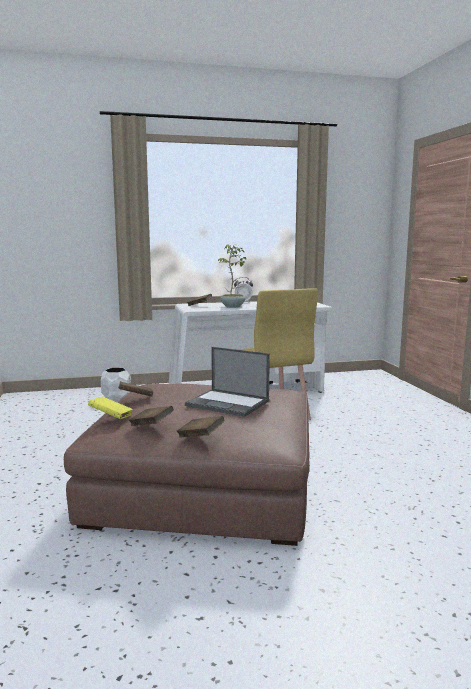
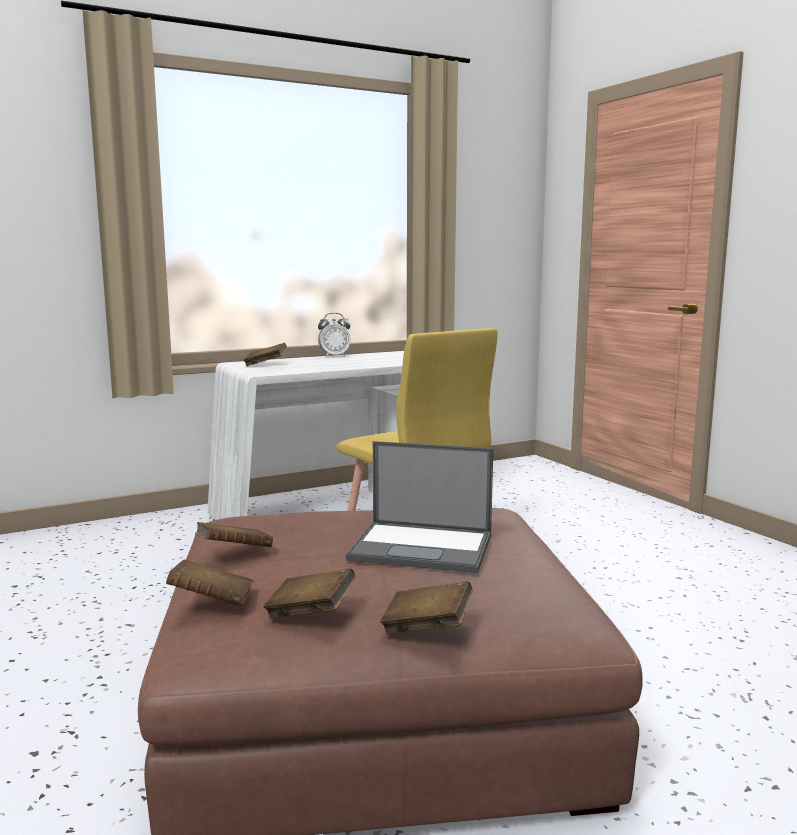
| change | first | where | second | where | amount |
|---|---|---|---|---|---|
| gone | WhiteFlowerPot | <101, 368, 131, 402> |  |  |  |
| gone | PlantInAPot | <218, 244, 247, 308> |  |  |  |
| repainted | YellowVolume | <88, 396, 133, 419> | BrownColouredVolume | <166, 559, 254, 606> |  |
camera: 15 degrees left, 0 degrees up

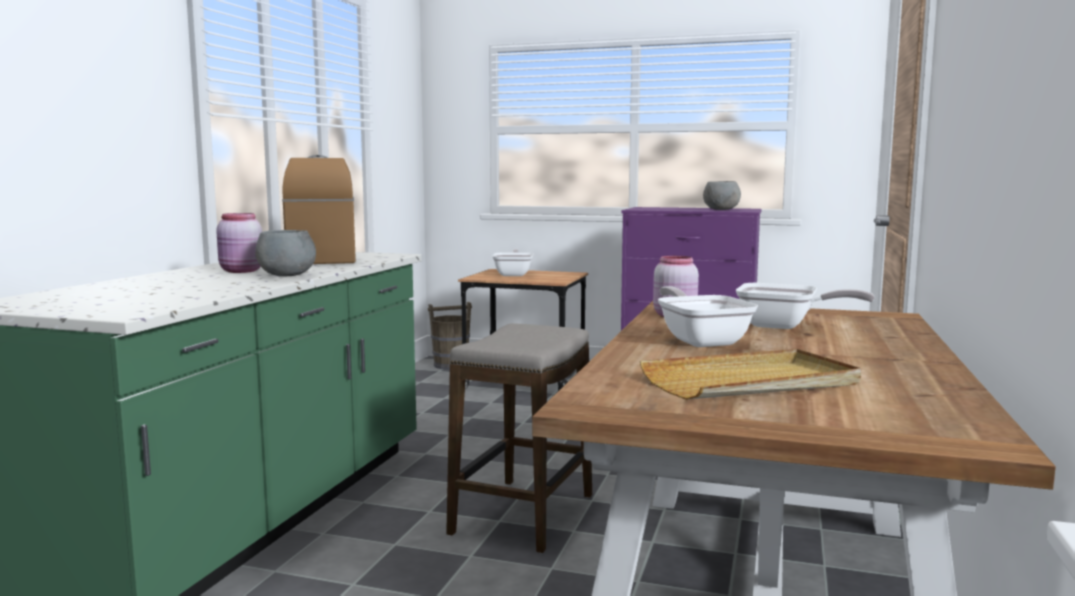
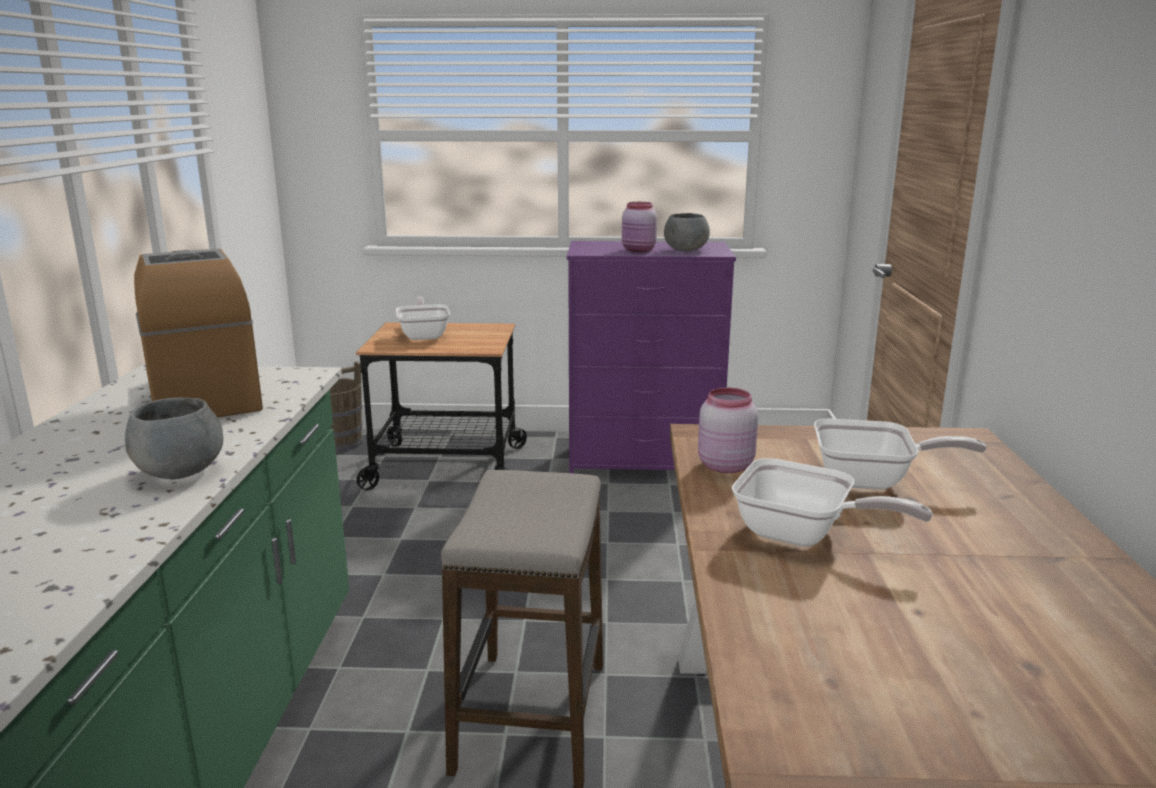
| change | first | where | second | where | amount |
|---|---|---|---|---|---|
| gone | BeigeColouredCarryingTray | <640, 349, 861, 400> |  |  |  |
| shifted | PinkColouredStorageJar | <216, 213, 262, 273> |  | <622, 202, 657, 252> |  |
| rotated | FryingPan | <658, 286, 758, 347> |  | <732, 458, 933, 547> | 150 degrees clockwise |
camera: 15 degrees left, 10 degrees up

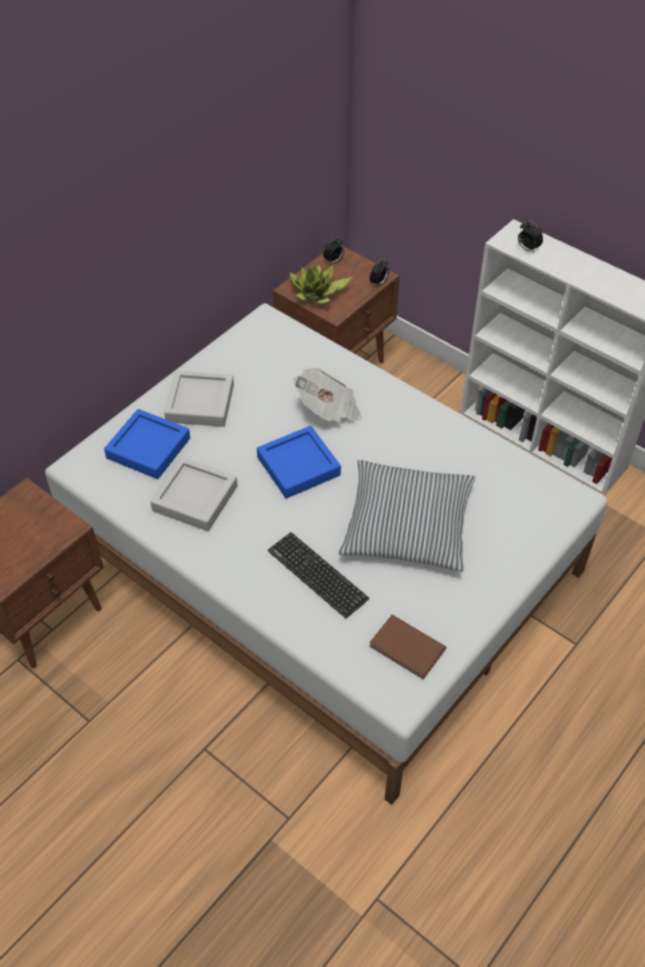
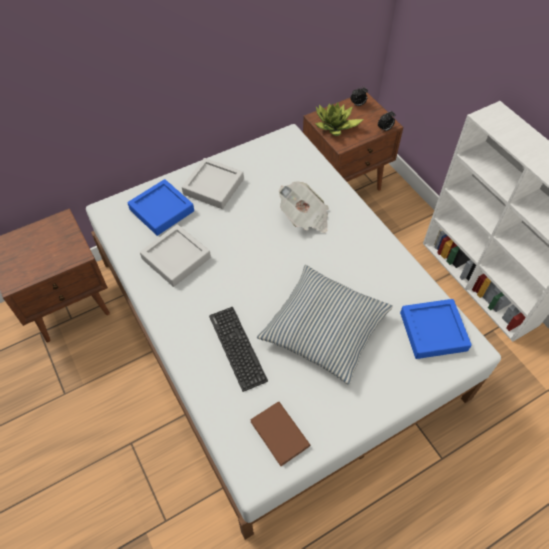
| change | first | where | second | where | amount |
|---|---|---|---|---|---|
| gone | BedsideClock | <518, 221, 543, 252> |  |  |  |
| shifted | BlueColouredCarryingTray | <257, 426, 341, 498> |  | <400, 299, 472, 359> |  |
camera: 20 degrees right, 5 degrees up

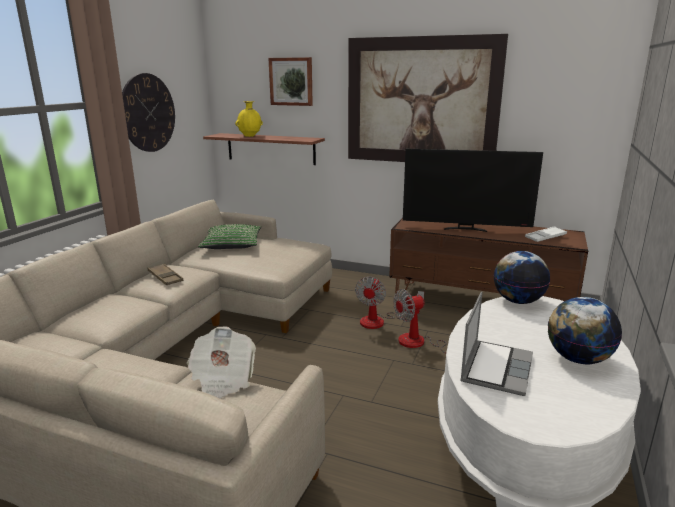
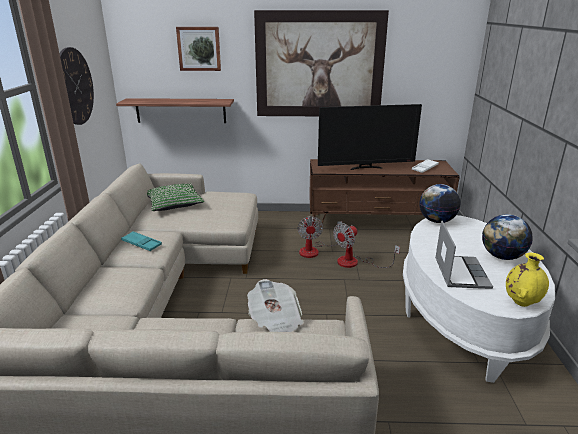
| change | first | where | second | where | amount |
|---|---|---|---|---|---|
| shifted | YellowVase | <235, 101, 263, 137> |  | <506, 253, 549, 307> |  |
| repainted | BrownColouredCarryingTray | <147, 264, 183, 285> | BlueGreenCarryingTray | <121, 231, 162, 251> |  |
camera: 20 degrees left, 5 degrees up

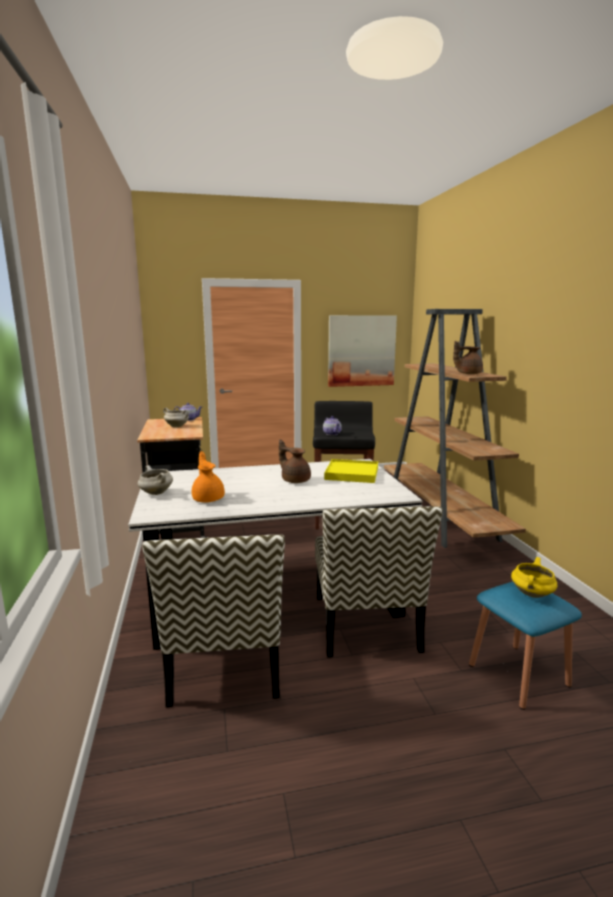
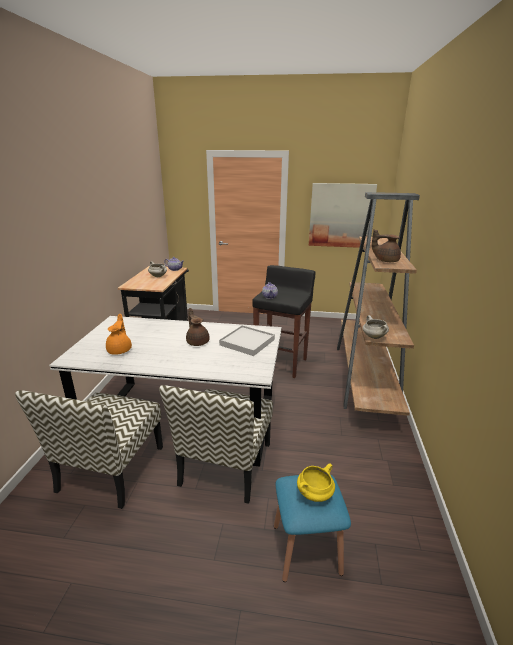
| change | first | where | second | where | amount |
|---|---|---|---|---|---|
| shifted | WhiteSaucepot | <137, 465, 173, 495> |  | <362, 315, 389, 339> |  |
| repainted | YellowCarryingTray | <324, 459, 378, 483> | WhiteCarryingTray | <219, 325, 275, 356> |  |
camera: 20 degrees right, 10 degrees up

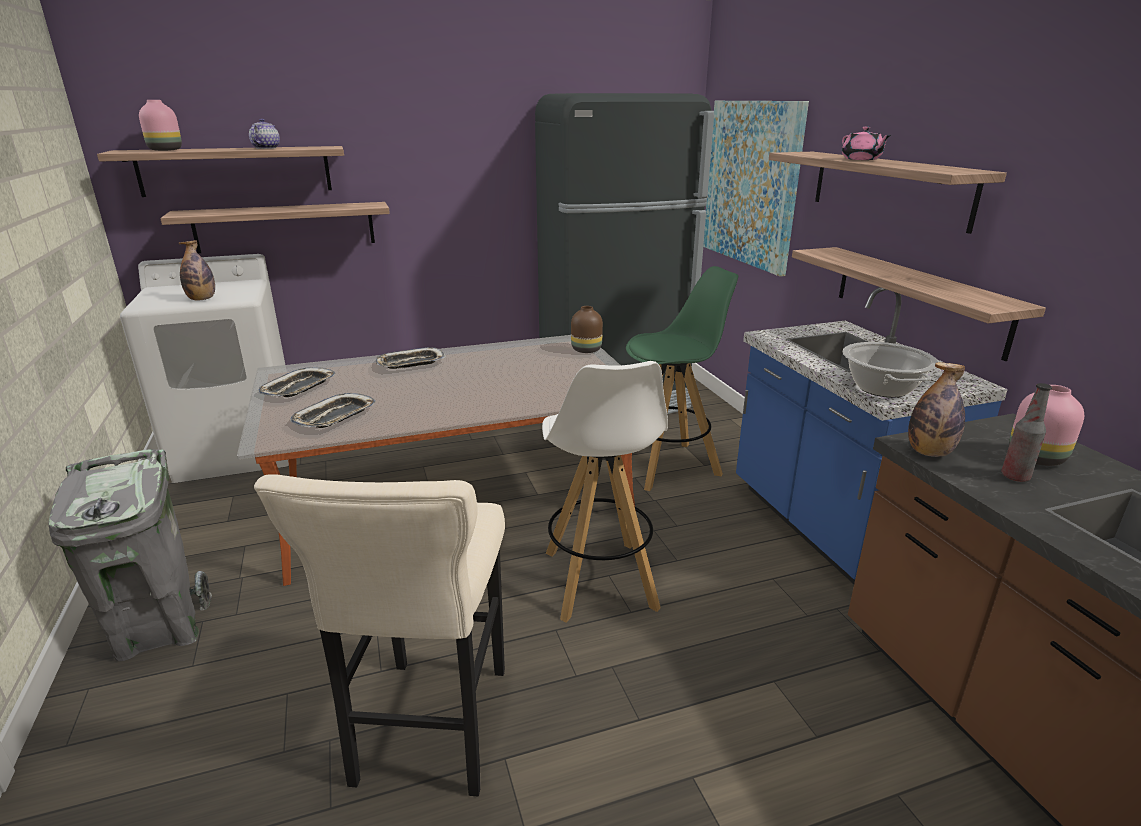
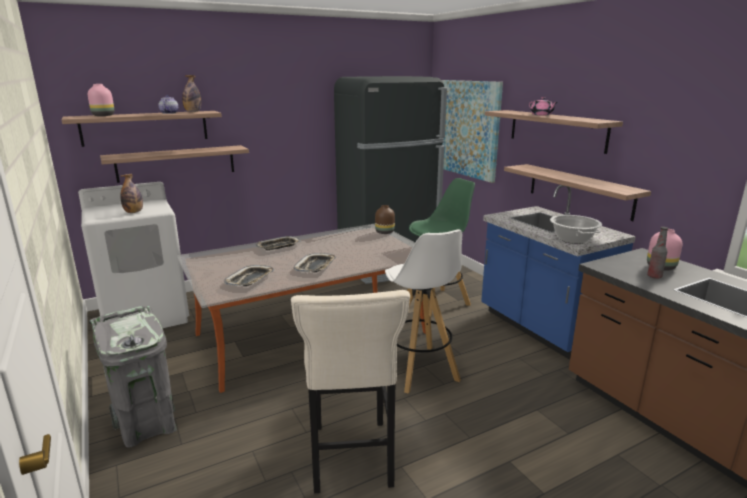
| change | first | where | second | where | amount |
|---|---|---|---|---|---|
| shifted | CarryingTray | <258, 367, 336, 397> |  | <294, 253, 336, 272> |  |
| shifted | Bottle | <908, 362, 965, 457> |  | <182, 75, 202, 112> |  |
camera: 10 degrees left, 5 degrees down

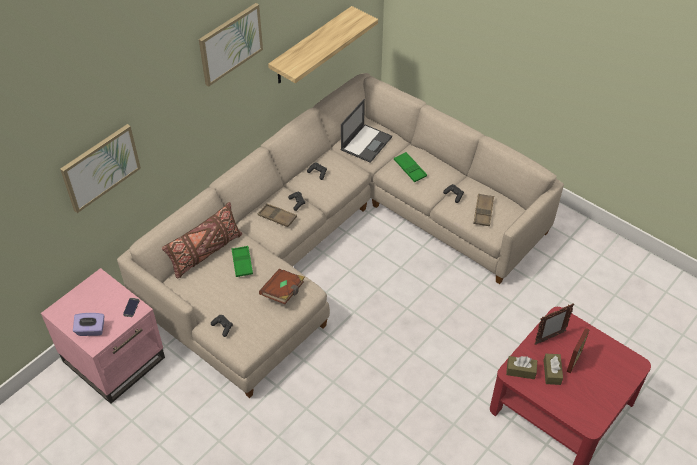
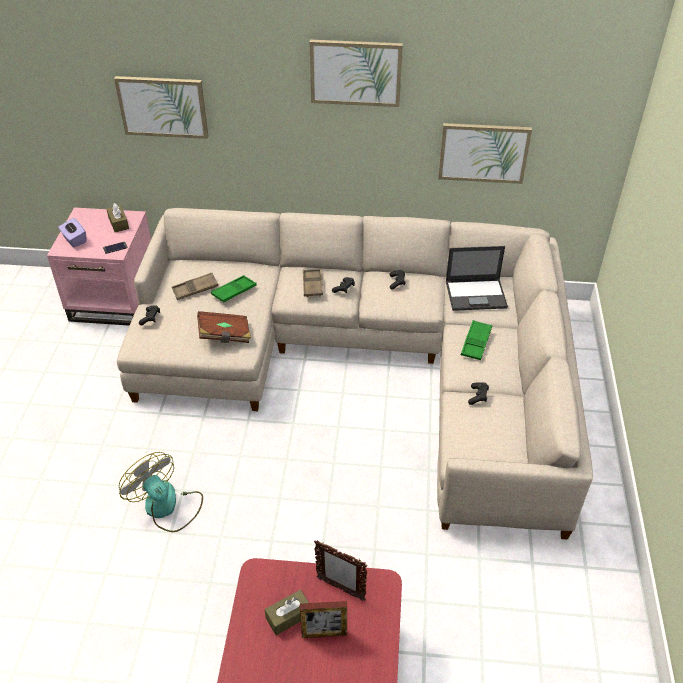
| change | first | where | second | where | amount |
|---|---|---|---|---|---|
| gone | BrownColouredPillow | <162, 202, 242, 279> |  |  |  |
| new |  |  | ElectricFan | <119, 452, 203, 532> |  |
| shifted | BrownColouredCarryingTray | <473, 194, 494, 226> |  | <172, 273, 218, 300> |  |
| shifted | BrownColouredBoxOfTissues | <506, 356, 537, 379> |  | <107, 203, 129, 232> |  |
| swapped | Shelf | <268, 6, 378, 83> | WallPicture | <438, 123, 532, 184> |  |
camera: 55 degrees right, 5 degrees down

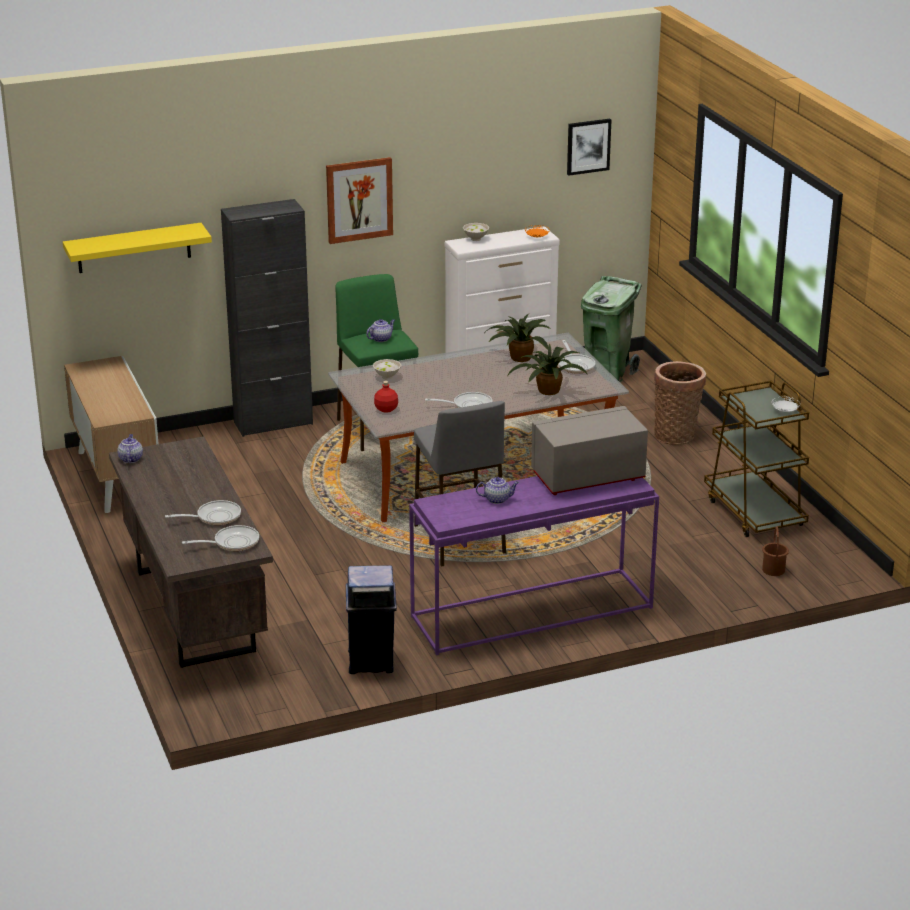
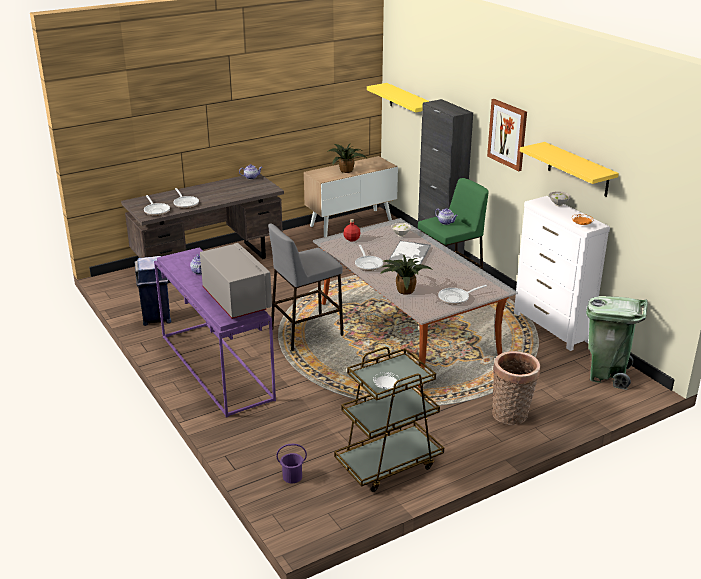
| change | first | where | second | where | amount |
|---|---|---|---|---|---|
| gone | WallPicture | <567, 119, 611, 176> |  |  |  |
| new |  |  | CarryingTray | <387, 241, 431, 267> |  |
| new |  |  | YellowShelf | <520, 142, 619, 197> |  |
| shifted | PlantInAPot | <485, 314, 550, 362> |  | <327, 143, 367, 173> |  |
| repainted | BrownColouredBucket | <762, 526, 789, 576> | PurpleBucket | <276, 444, 307, 483> |  |
camera: 80 degrees right, 0 degrees up

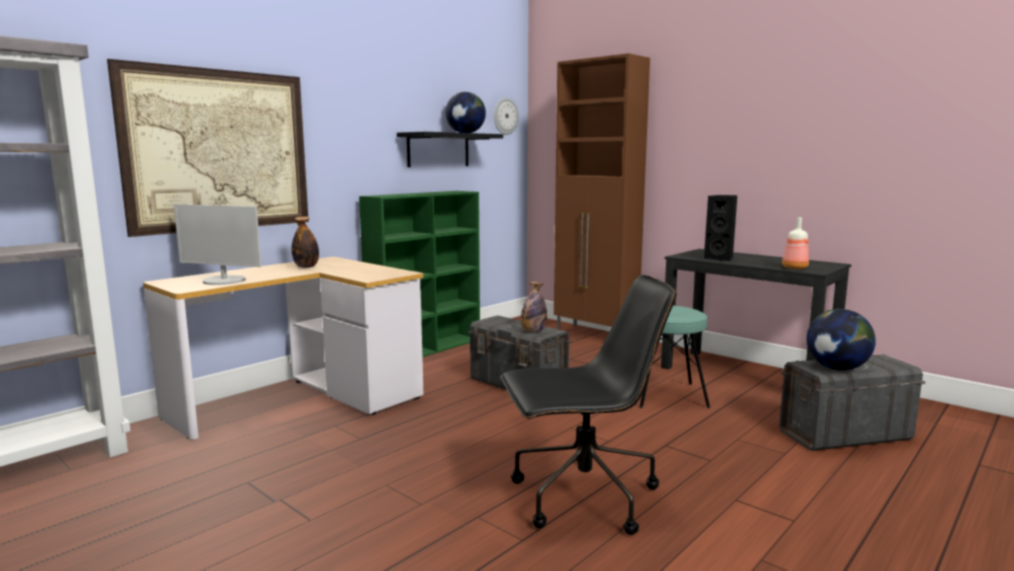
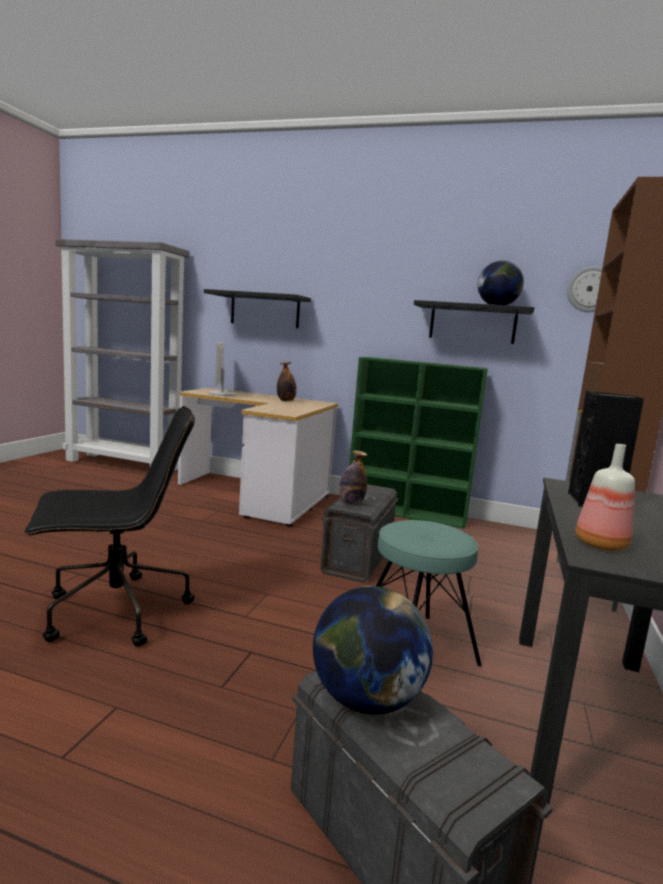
| change | first | where | second | where | amount |
|---|---|---|---|---|---|
| swapped | WallPicture | <107, 59, 309, 237> | BlackishShelf | <204, 289, 311, 328> |  |
| rotated | BlackishOfficeChair | <500, 275, 677, 535> |  | <24, 406, 195, 647> | 75 degrees counterclockwise |
camera: 65 degrees right, 0 degrees up

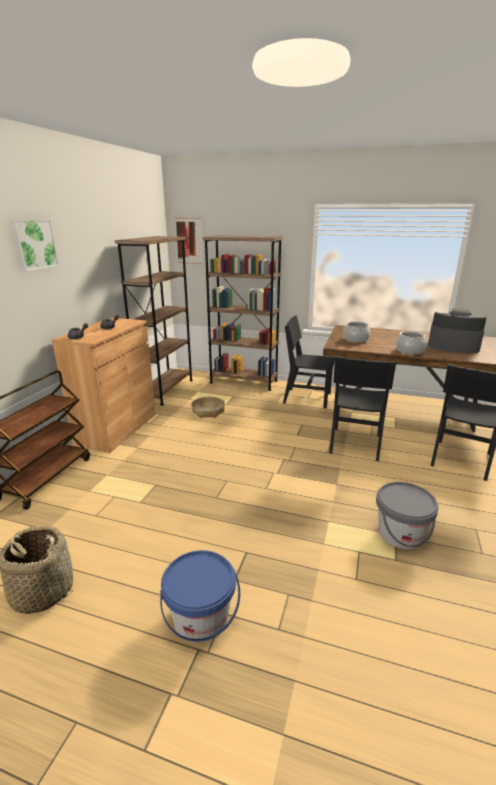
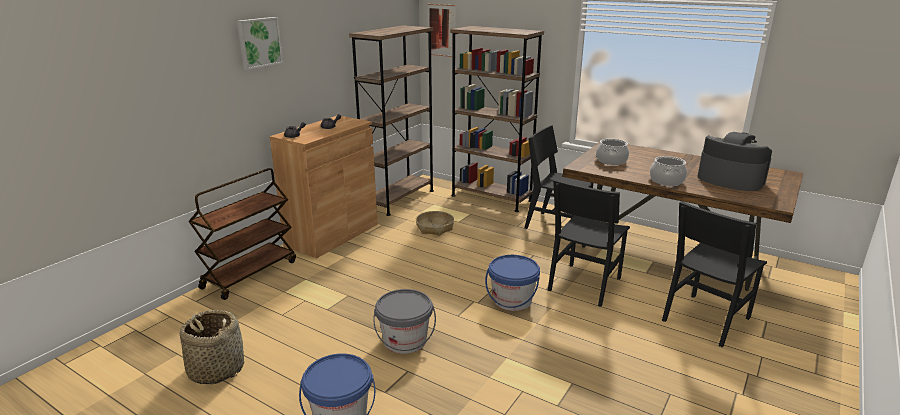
| change | first | where | second | where | amount |
|---|---|---|---|---|---|
| new |  |  | BlueColouredBucket | <485, 255, 540, 311> |  |
| shifted | GreyBucket | <376, 482, 439, 549> |  | <373, 289, 436, 354> |  |
camera: 15 degrees right, 0 degrees up

